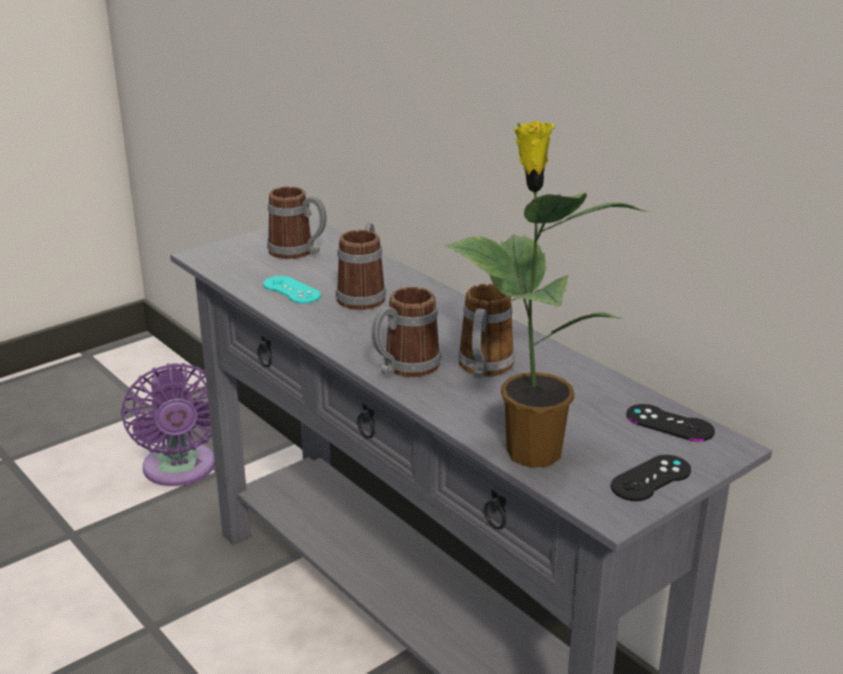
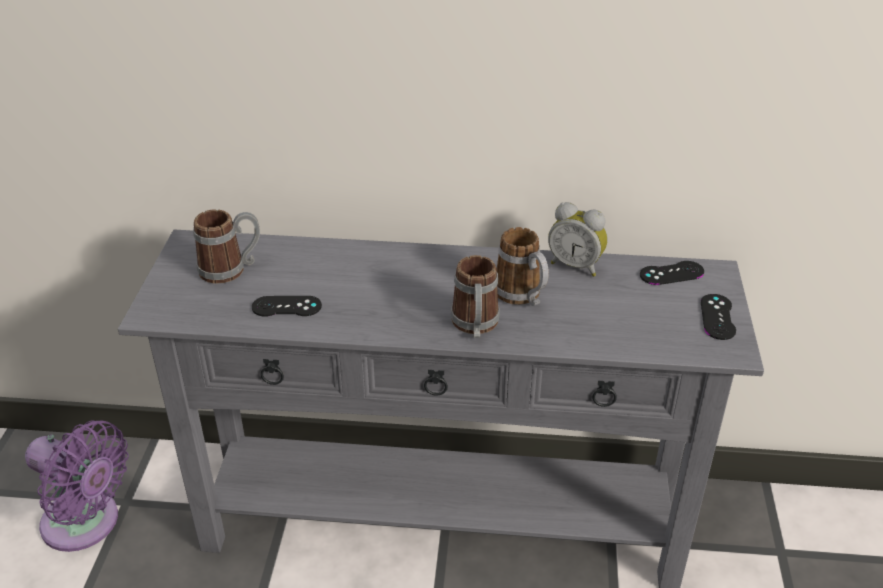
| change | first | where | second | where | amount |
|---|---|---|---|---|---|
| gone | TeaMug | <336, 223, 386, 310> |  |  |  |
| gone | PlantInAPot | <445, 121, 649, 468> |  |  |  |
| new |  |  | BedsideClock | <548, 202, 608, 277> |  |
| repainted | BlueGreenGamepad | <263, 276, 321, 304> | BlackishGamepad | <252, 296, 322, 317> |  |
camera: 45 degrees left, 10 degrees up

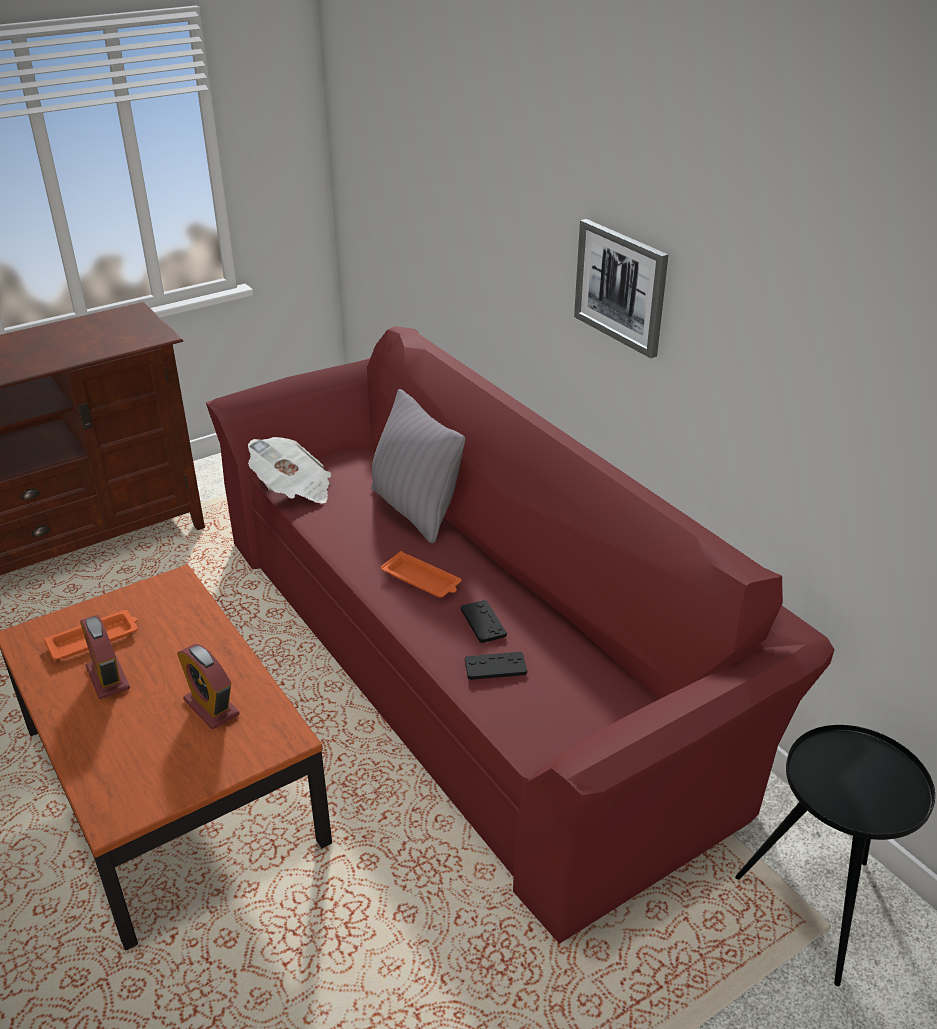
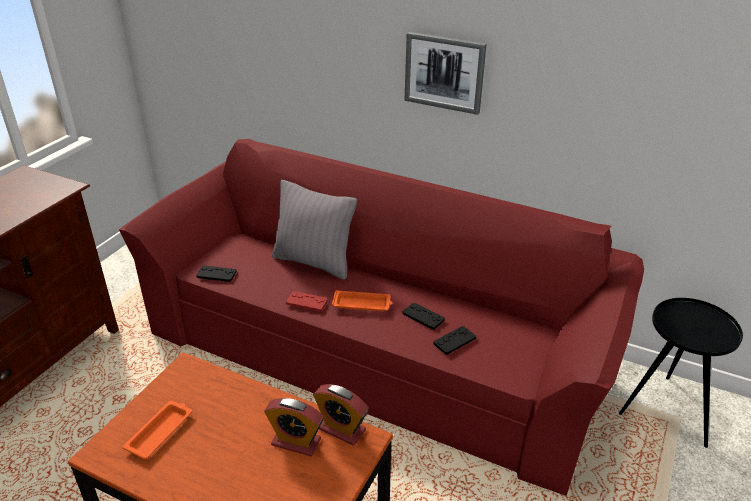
| change | first | where | second | where | amount |
|---|---|---|---|---|---|
| new |  |  | RedGamepad | <286, 291, 328, 312> |  |
| shifted | BedsideClock | <80, 615, 130, 699> |  | <313, 384, 369, 445> |  |
| swapped | PrintedPaper | <248, 437, 331, 504> | BlackishGamepad | <196, 266, 237, 282> |  |
camera: 30 degrees left, 0 degrees up

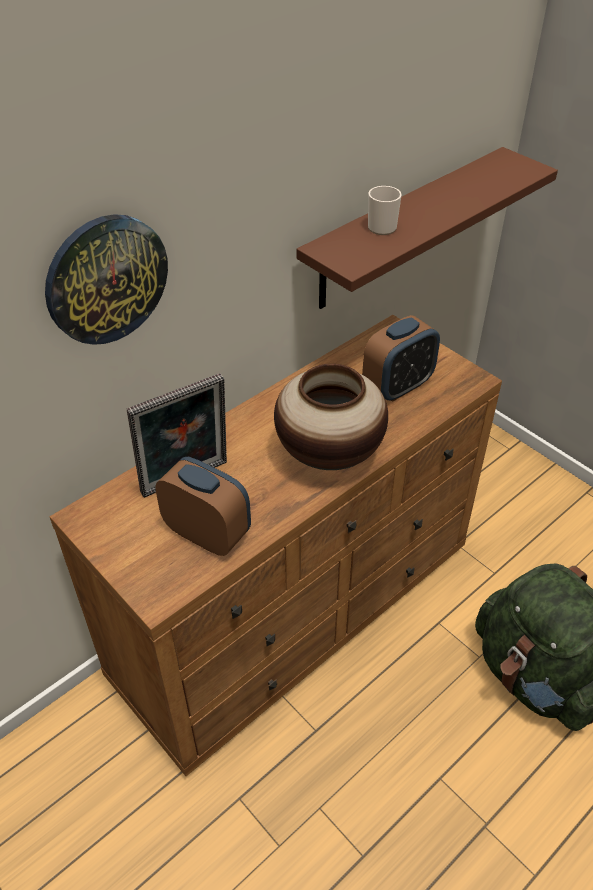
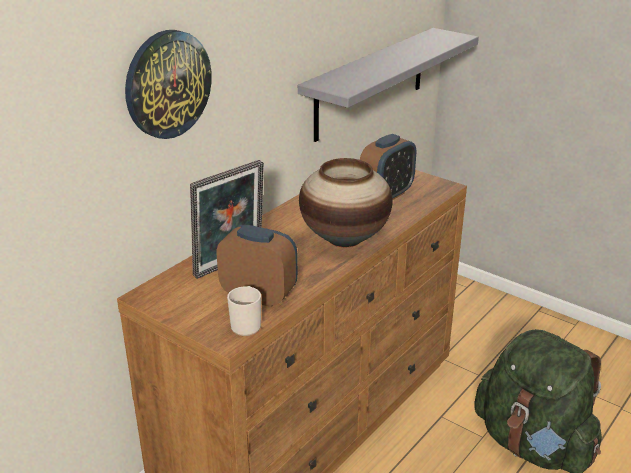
| change | first | where | second | where | amount |
|---|---|---|---|---|---|
| shifted | TeaMug | <368, 186, 402, 235> |  | <227, 286, 261, 336> |  |
| repainted | BrownColouredShelf | <297, 147, 558, 309> | GreyShelf | <298, 28, 479, 142> |  |
camera: 10 degrees left, 15 degrees down

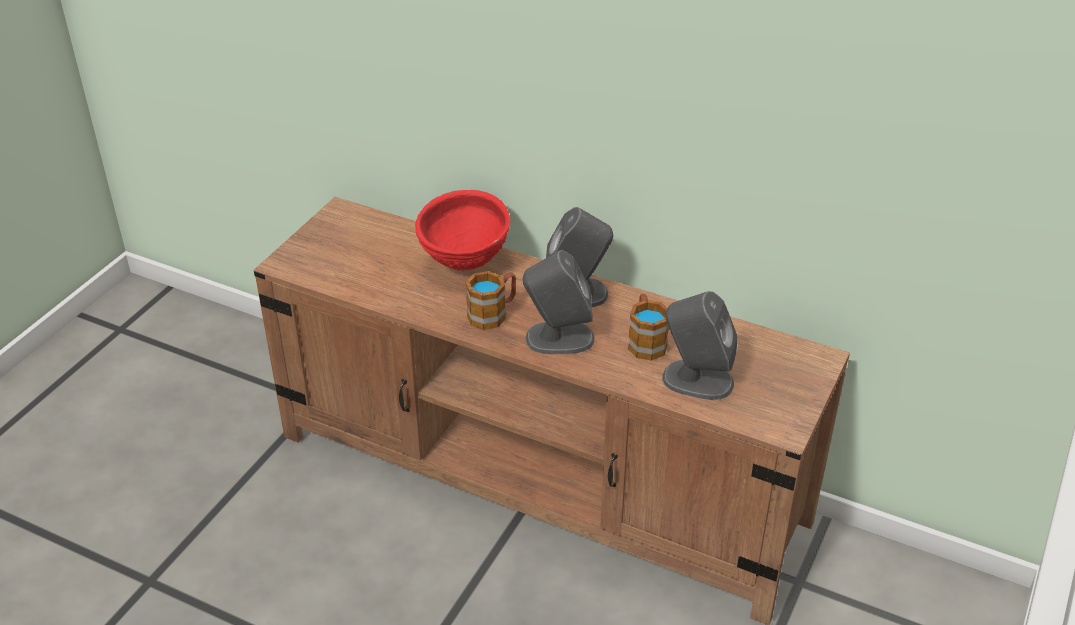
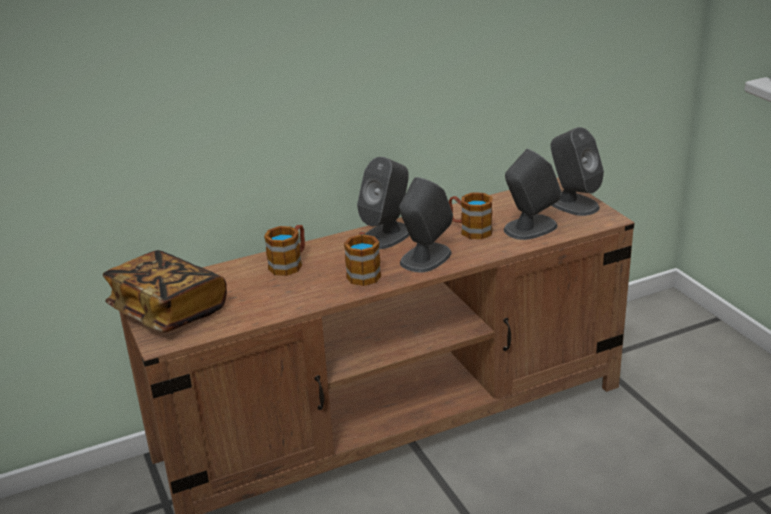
| change | first | where | second | where | amount |
|---|---|---|---|---|---|
| new |  |  | Volume | <103, 250, 227, 332> |  |
| new |  |  | GreyAudioSpeaker | <551, 127, 604, 216> |  |
| swapped | RedDeepDish | <415, 190, 510, 271> | TeaMug | <264, 225, 305, 276> |  |
camera: 50 degrees left, 10 degrees down

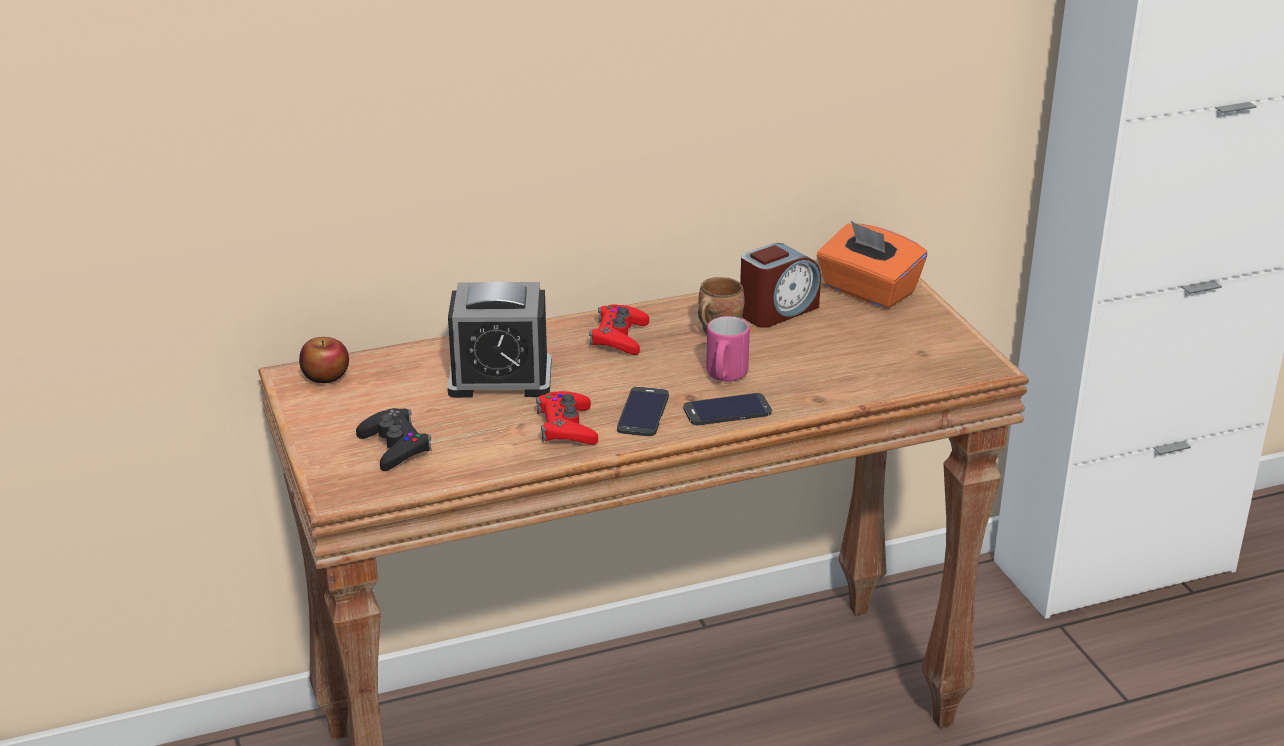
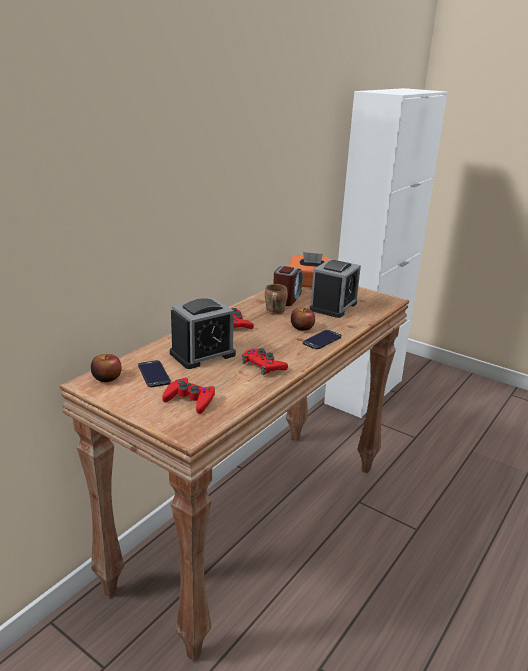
| change | first | where | second | where | amount |
|---|---|---|---|---|---|
| new |  |  | BedsideClock | <310, 259, 361, 318> |  |
| shifted | Telephone | <617, 387, 669, 436> |  | <138, 360, 171, 387> |  |
| swapped | PinkColouredTeaMug | <706, 316, 750, 381> | Apple | <291, 308, 315, 331> |  |
| repainted | BlackishGamepad | <356, 408, 431, 471> | RedGamepad | <162, 378, 215, 414> |  |
camera: 35 degrees left, 5 degrees down

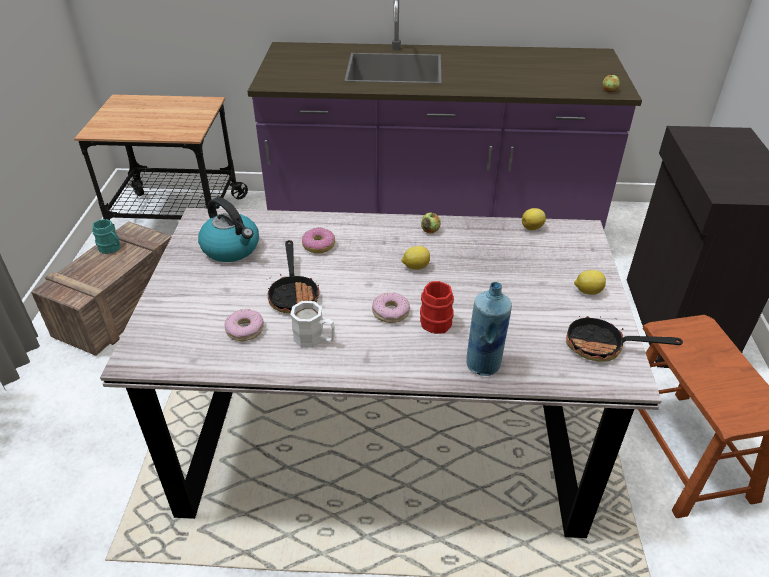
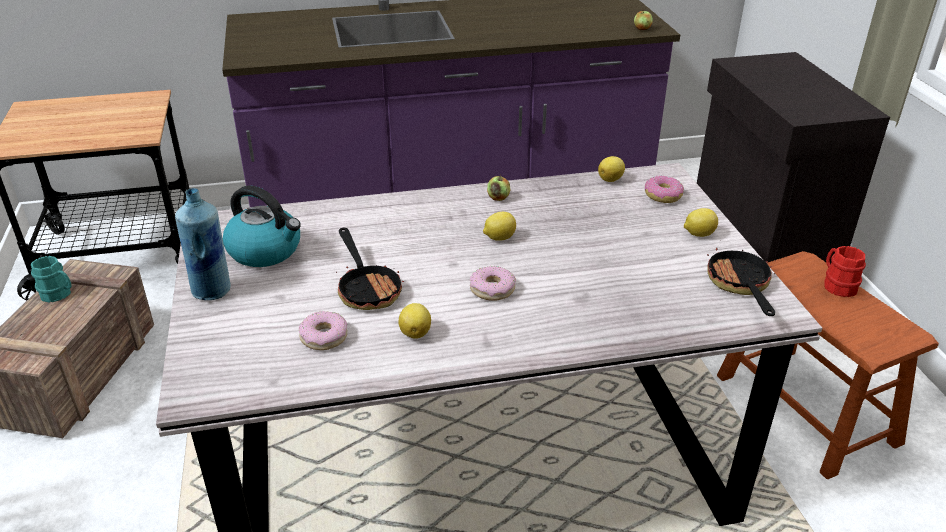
| change | first | where | second | where | amount |
|---|---|---|---|---|---|
| shifted | Doughnut | <302, 227, 335, 254> |  | <645, 175, 684, 203> |  |
| shifted | RedTeaMug | <420, 281, 454, 334> |  | <824, 246, 866, 297> |  |
| shifted | BlueColouredBottle | <466, 282, 512, 376> |  | <175, 188, 231, 300> |  |
| swapped | WhiteTeaMug | <290, 301, 335, 348> | Lemon | <399, 303, 431, 339> |  |
| rotated | FryingPan | <566, 316, 683, 362> |  | <707, 248, 775, 316> | 90 degrees clockwise |
camera: 15 degrees left, 5 degrees down

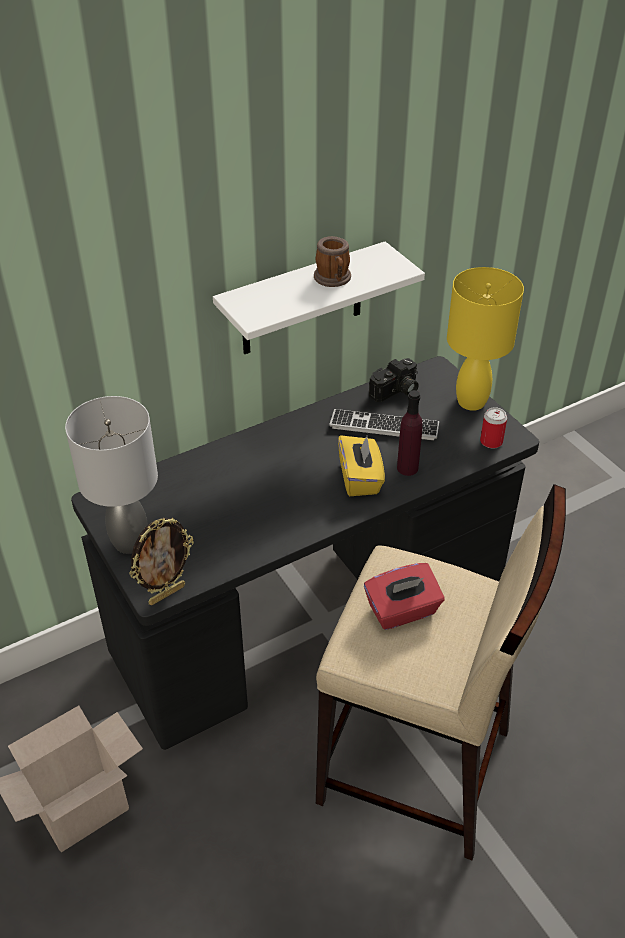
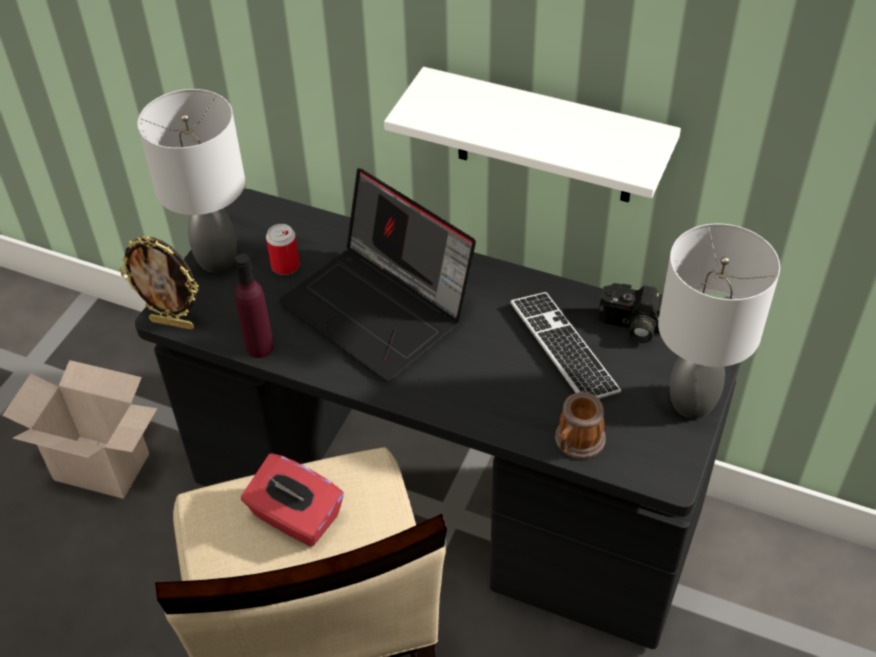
| change | first | where | second | where | amount |
|---|---|---|---|---|---|
| gone | YellowBoxOfTissues | <338, 434, 385, 496> |  |  |  |
| new |  |  | NotebookComputer | <278, 168, 476, 381> |  |
| shifted | TeaMug | <314, 236, 351, 287> |  | <555, 392, 606, 459> |  |
| shifted | PurpleBottle | <397, 390, 423, 476> |  | <234, 254, 274, 358> |  |
| shifted | SealedCan | <480, 407, 507, 448> |  | <266, 224, 300, 275> |  |
| repainted | YellowTableLamp | <447, 267, 524, 411> | GreyTableLamp | <658, 224, 780, 419> |  |
camera: 55 degrees right, 5 degrees up

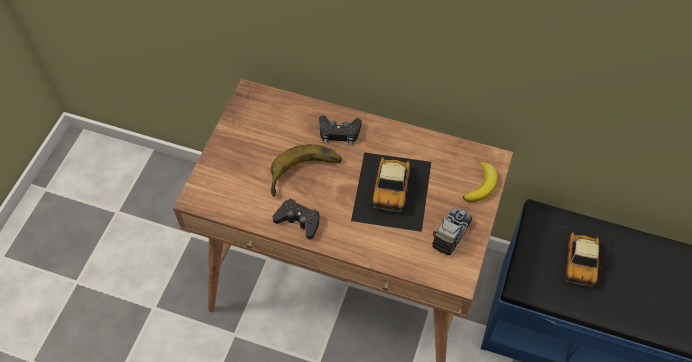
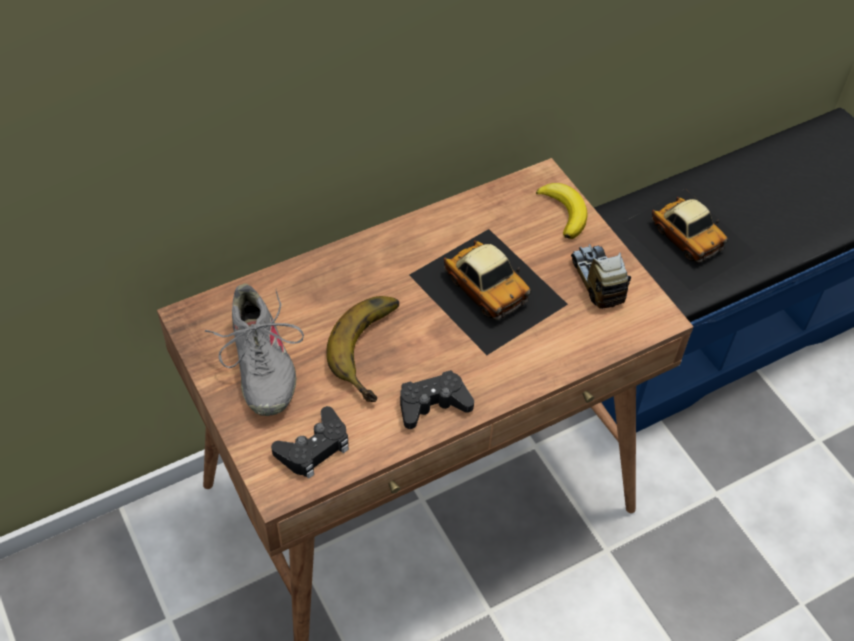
| change | first | where | second | where | amount |
|---|---|---|---|---|---|
| new |  |  | GreyLowShoe | <204, 283, 304, 416> |  |
| shifted | BlackishGamepad | <319, 115, 362, 145> |  | <271, 406, 349, 479> |  |
camera: 50 degrees left, 5 degrees down

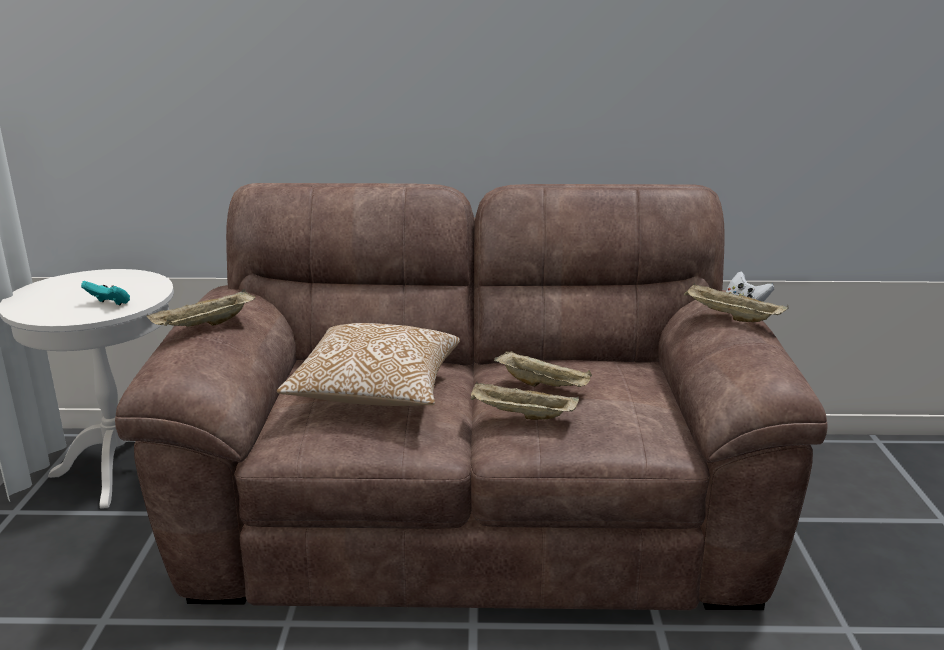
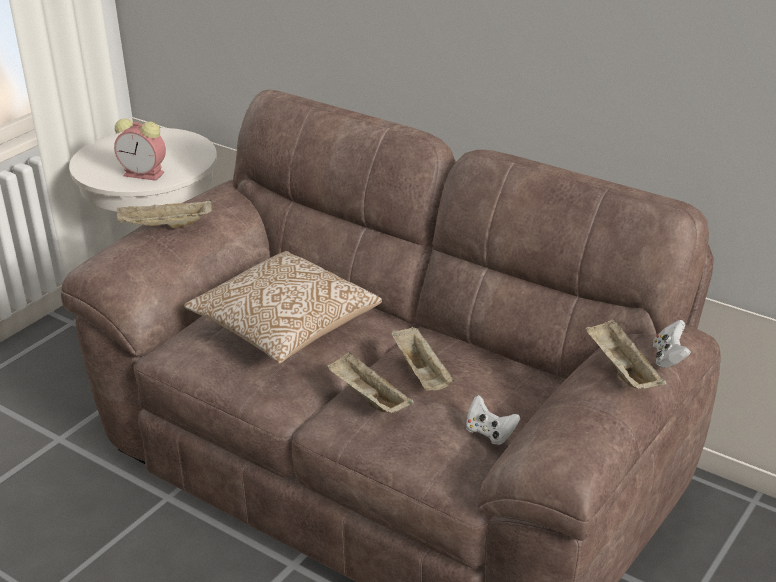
| change | first | where | second | where | amount |
|---|---|---|---|---|---|
| new |  |  | WhiteGamepad | <466, 395, 520, 445> |  |
| swapped | BlueGreenGamepad | <81, 281, 130, 305> | BedsideClock | <114, 118, 166, 181> |  |
camera: 35 degrees right, 10 degrees up

